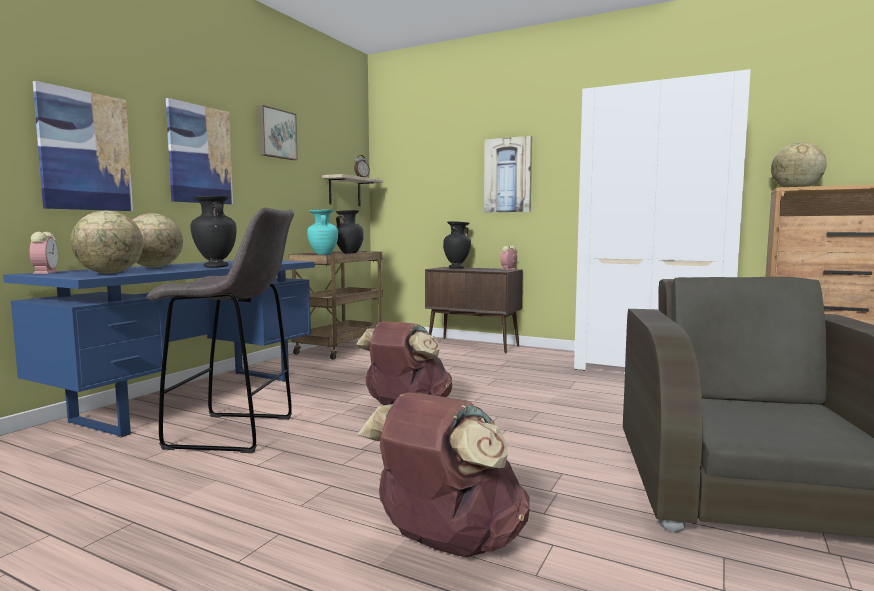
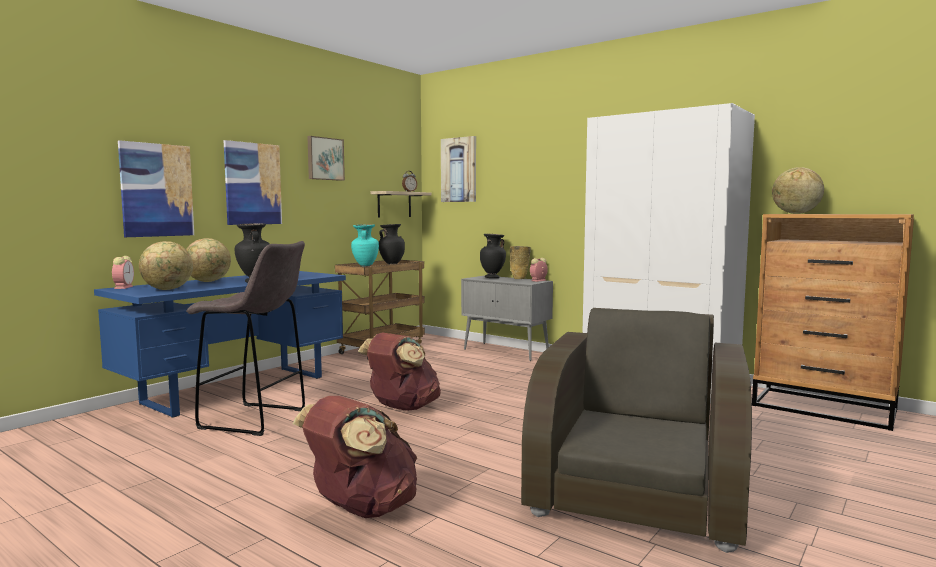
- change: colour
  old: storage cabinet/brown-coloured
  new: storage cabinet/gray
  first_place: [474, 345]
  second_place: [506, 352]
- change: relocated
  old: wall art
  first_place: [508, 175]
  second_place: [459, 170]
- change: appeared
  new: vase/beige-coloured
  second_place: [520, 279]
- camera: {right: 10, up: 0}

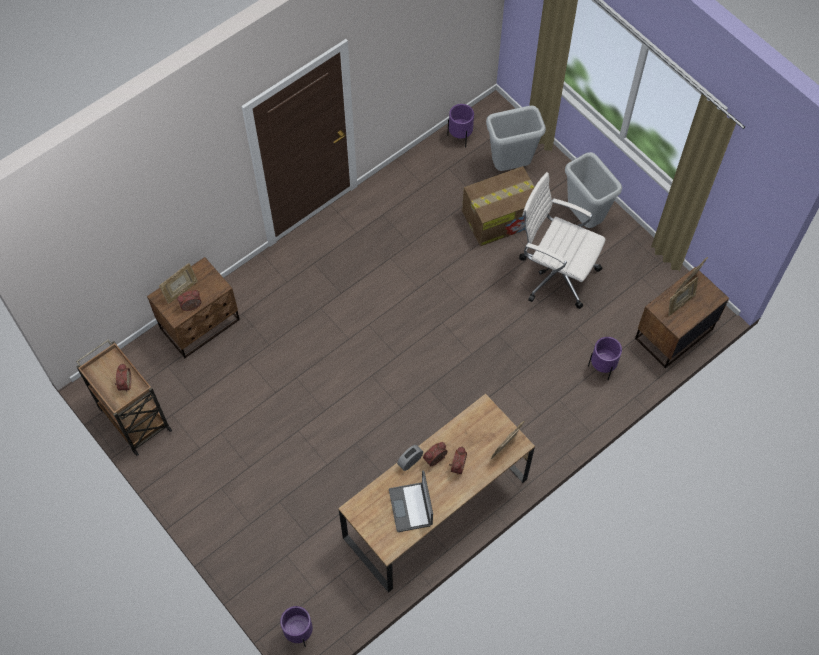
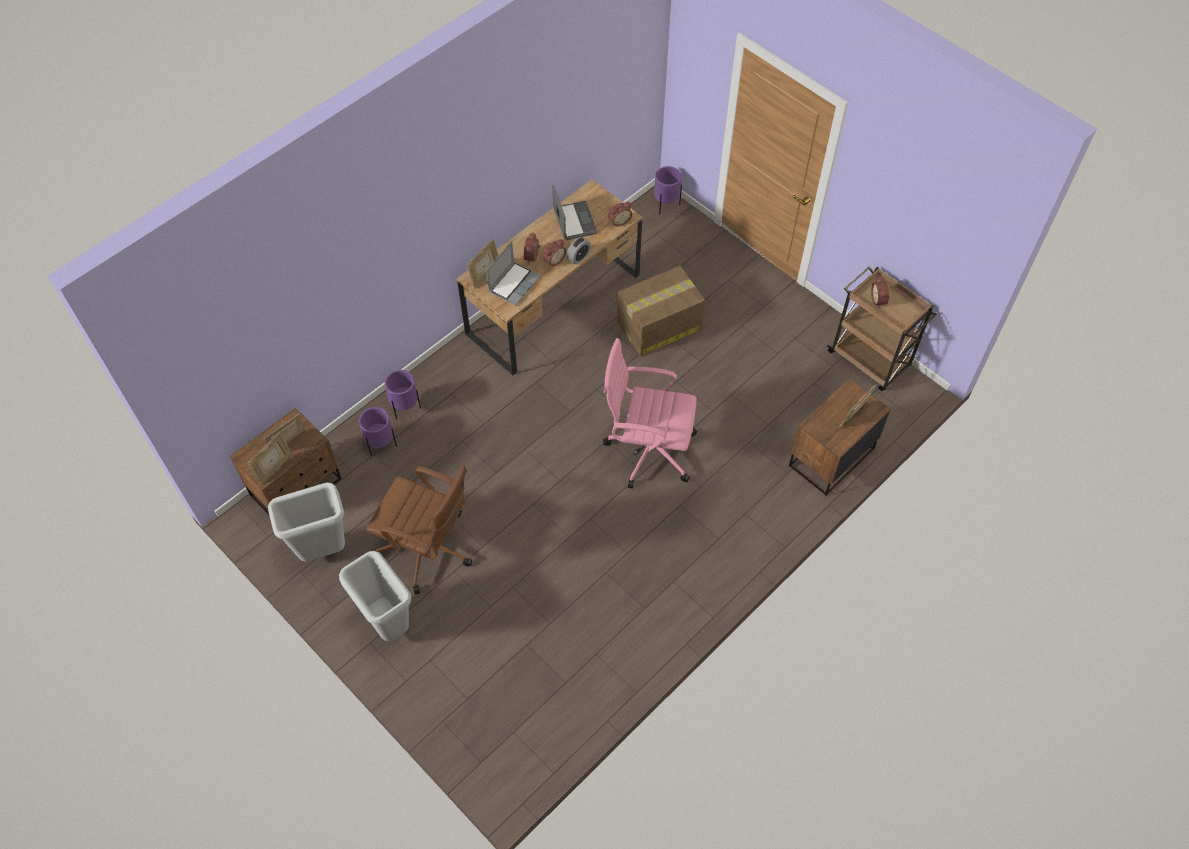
- change: relocated
  old: table clock
  first_place: [191, 307]
  second_place: [619, 221]
- change: relocated
  old: flower pot/purple-coloured
  first_place: [460, 138]
  second_place: [405, 408]
- change: relocated
  old: cardboard box
  first_place: [501, 217]
  second_place: [658, 326]
- change: relocated
  old: waste bin/gray
  first_place: [510, 165]
  second_place: [323, 552]
- change: colour
  old: office chair/white-coloured
  new: office chair/brown-coloured
  first_place: [555, 273]
  second_place: [428, 549]
- change: appeared
  new: notebook computer
  second_place: [514, 284]
- change: appeared
  new: office chair/pink-coloured
  second_place: [648, 449]
- camera: {right: 175, up: -5}

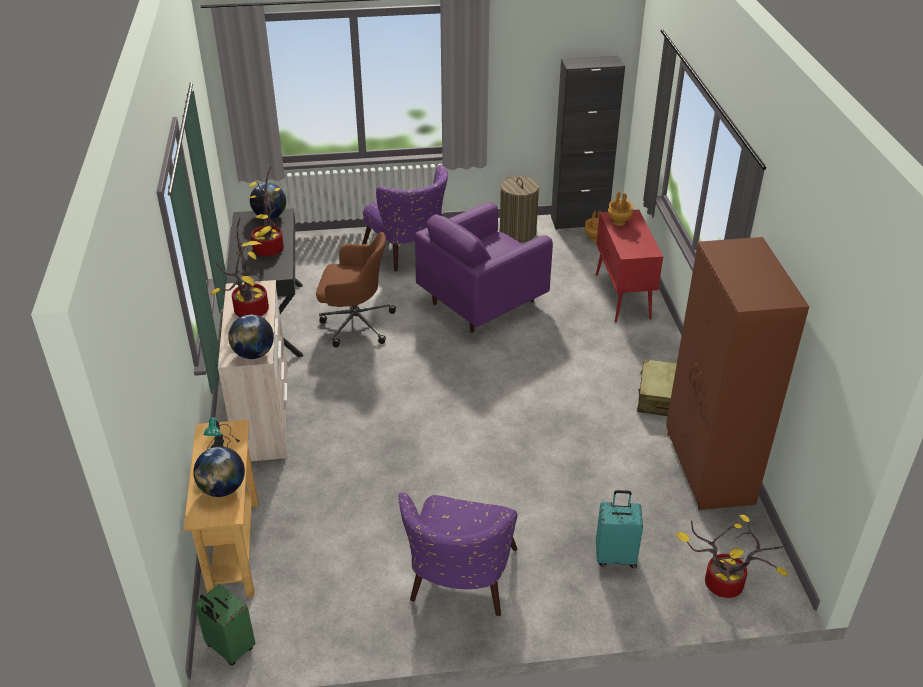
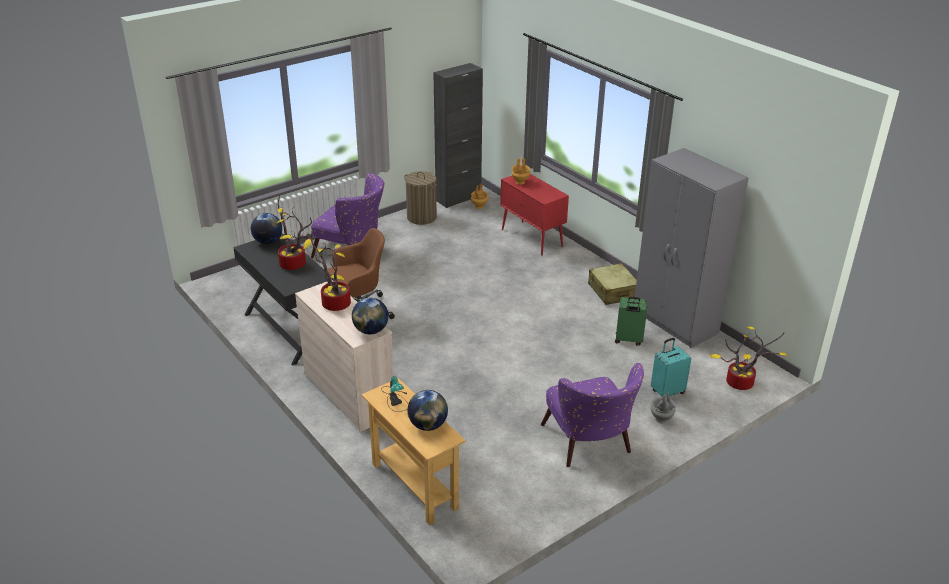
- change: relocated
  old: suitcase/green
  first_place: [229, 648]
  second_place: [628, 340]
- change: missing
  old: lounge chair/purple-coloured
  first_place: [482, 302]
- change: colour
  old: wardrobe/brown-coloured
  new: wardrobe/gray
  first_place: [708, 469]
  second_place: [675, 323]
- change: appeared
  new: vase/gray
  second_place: [661, 419]
- camera: {right: -30, up: -5}

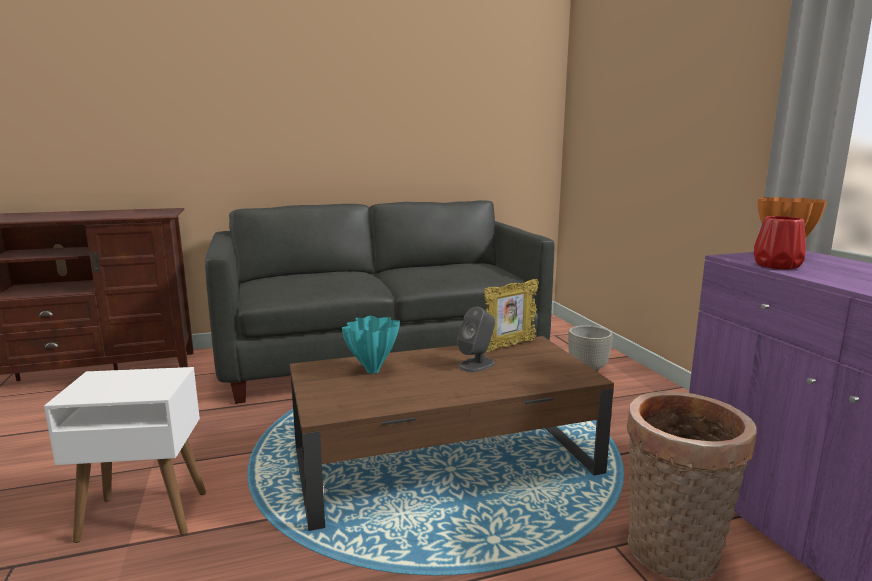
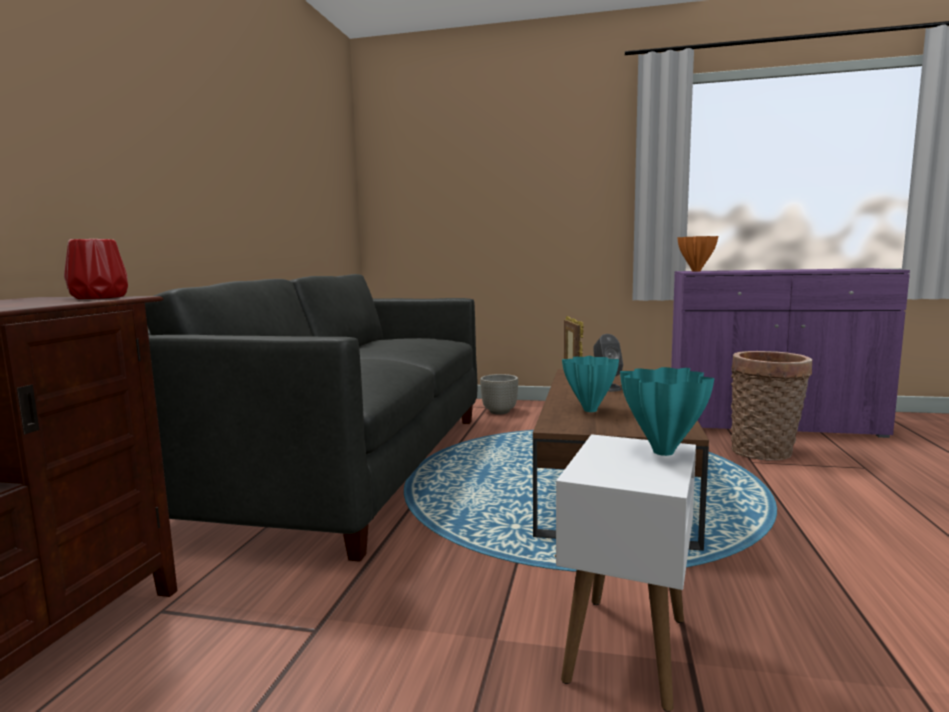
- change: relocated
  old: vase/red-coloured
  first_place: [777, 265]
  second_place: [100, 297]
- change: appeared
  new: vase/turquoise
  second_place: [662, 452]
- camera: {right: -60, up: -5}

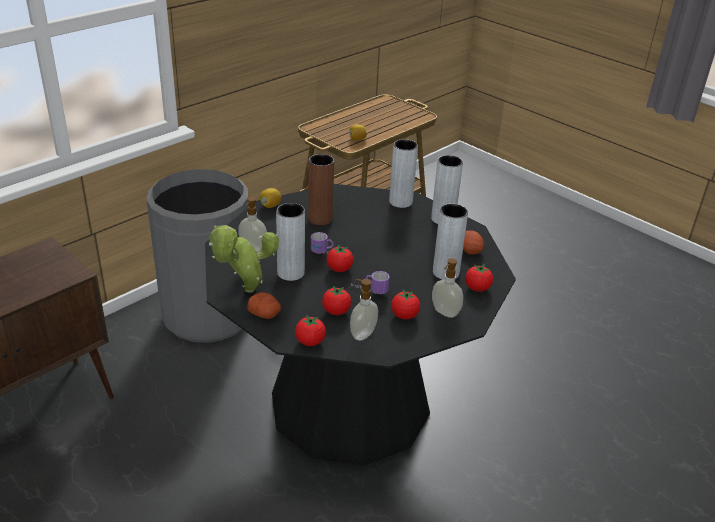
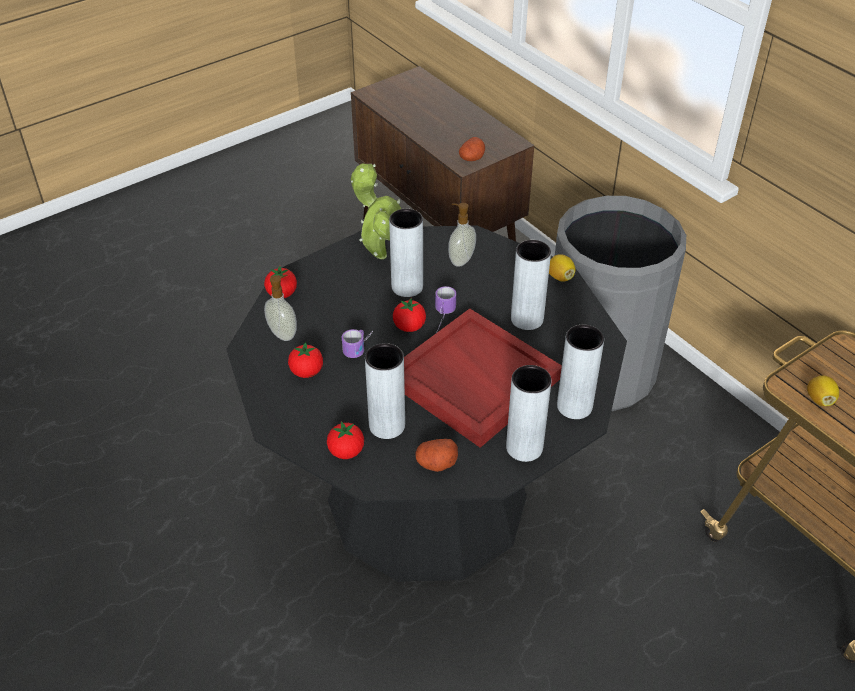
- change: relocated
  old: potato
  first_place: [265, 314]
  second_place: [472, 158]
- change: colour
  old: vase/brown-coloured
  new: vase/gray
  first_place: [320, 219]
  second_place: [527, 319]
- change: missing
  old: tomato
  first_place: [336, 311]
- change: missing
  old: liquid soap bottle
  first_place: [444, 313]
- change: appeared
  new: tray/red-coloured
  second_place: [472, 380]
- camera: {right: 100, up: 10}

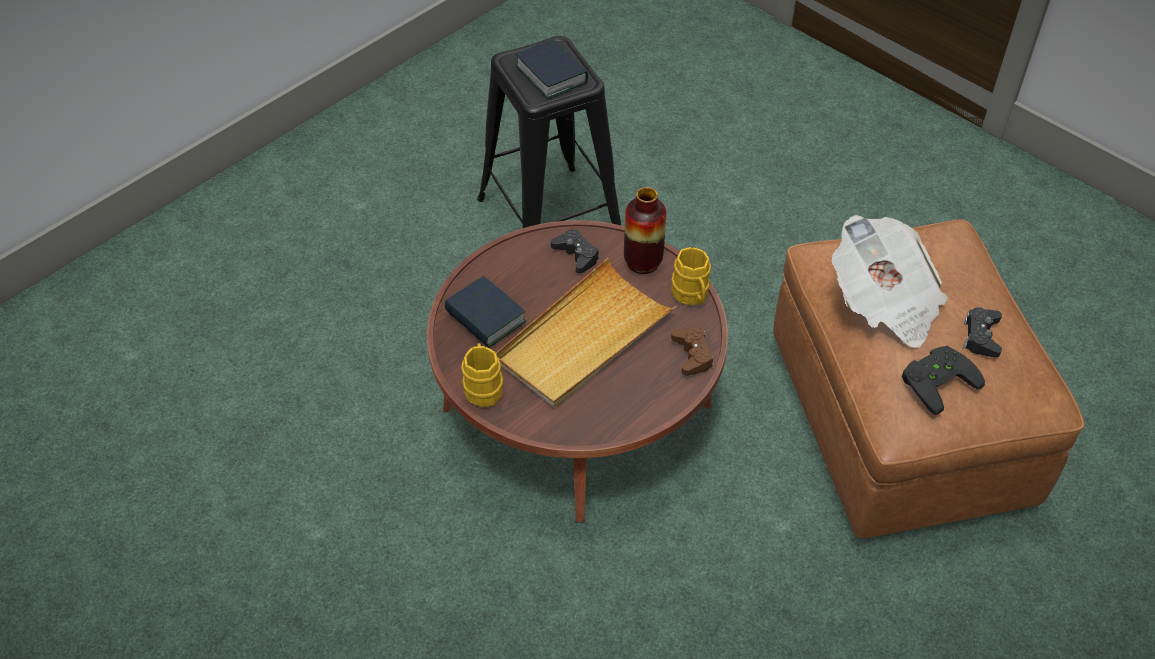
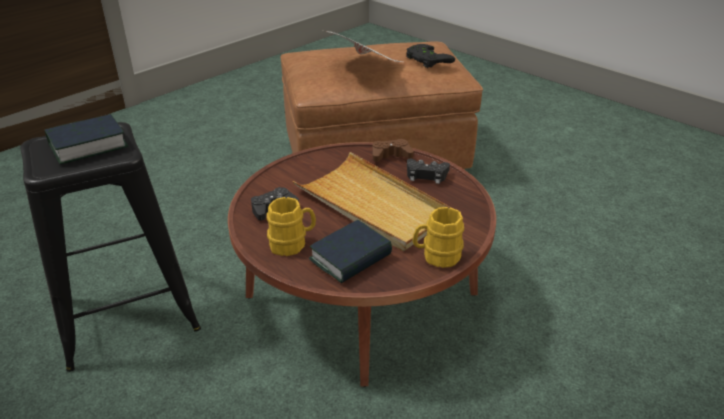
- change: missing
  old: vase
  first_place: [643, 262]
- change: relocated
  old: tea mug/yellowish
  first_place: [691, 296]
  second_place: [292, 244]
- change: relocated
  old: game controller/black
  first_place: [981, 336]
  second_place: [426, 175]
- camera: {right: -90, up: -15}

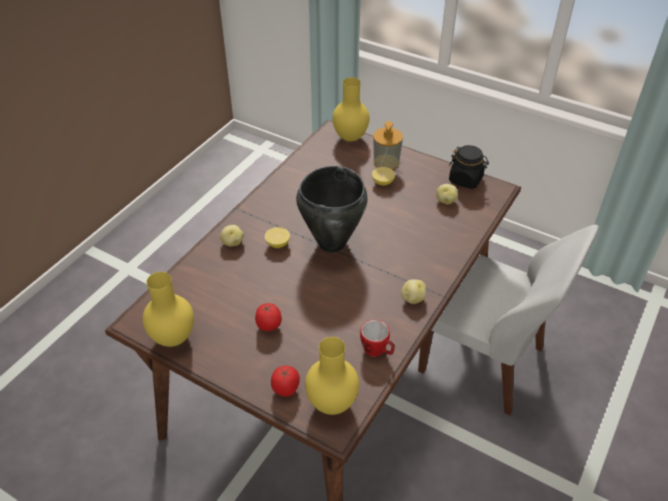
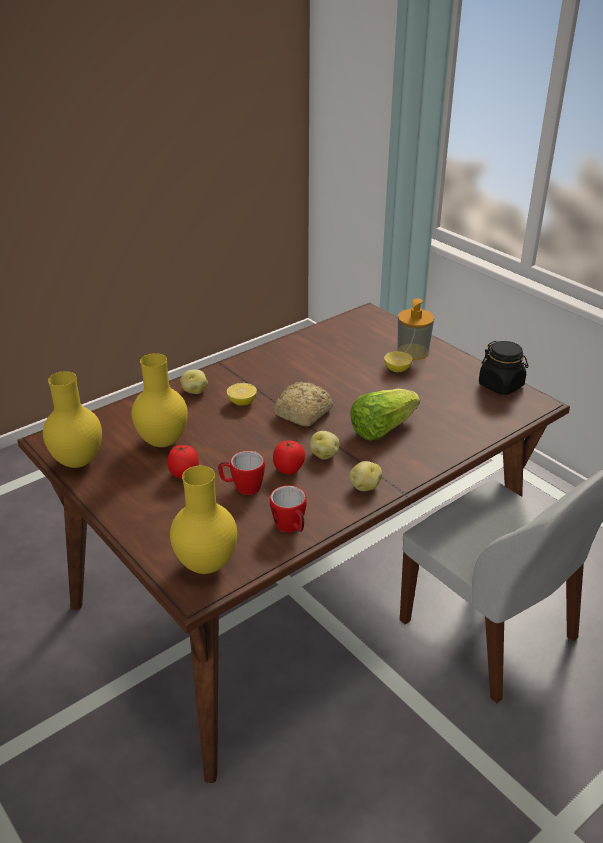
- change: relocated
  old: tomato
  first_place: [286, 389]
  second_place: [289, 470]
- change: exchanged
  old: stockpot/black
  new: bread
  first_place: [331, 243]
  second_place: [302, 414]
- change: relocated
  old: vase/yellowish
  first_place: [349, 138]
  second_place: [161, 442]
- change: relocated
  old: potato
  first_place: [446, 200]
  second_place: [324, 454]
- change: appeared
  new: tea mug
  second_place: [242, 487]
- change: appeared
  new: head of lettuce
  second_place: [381, 429]
- camera: {right: 20, up: -10}

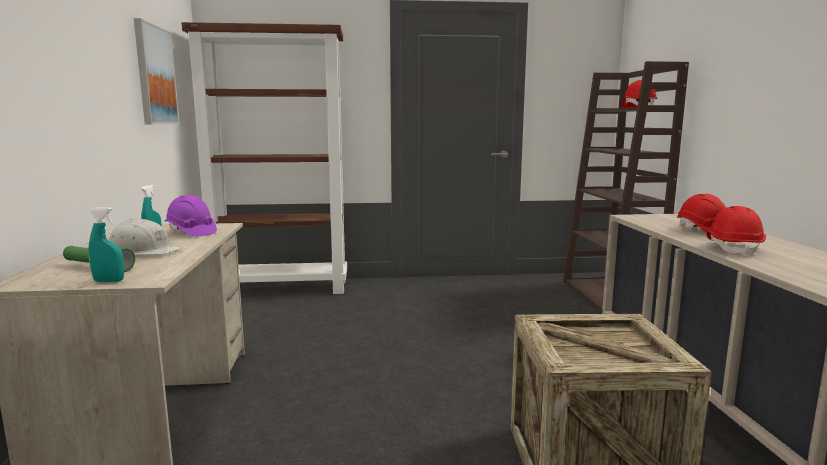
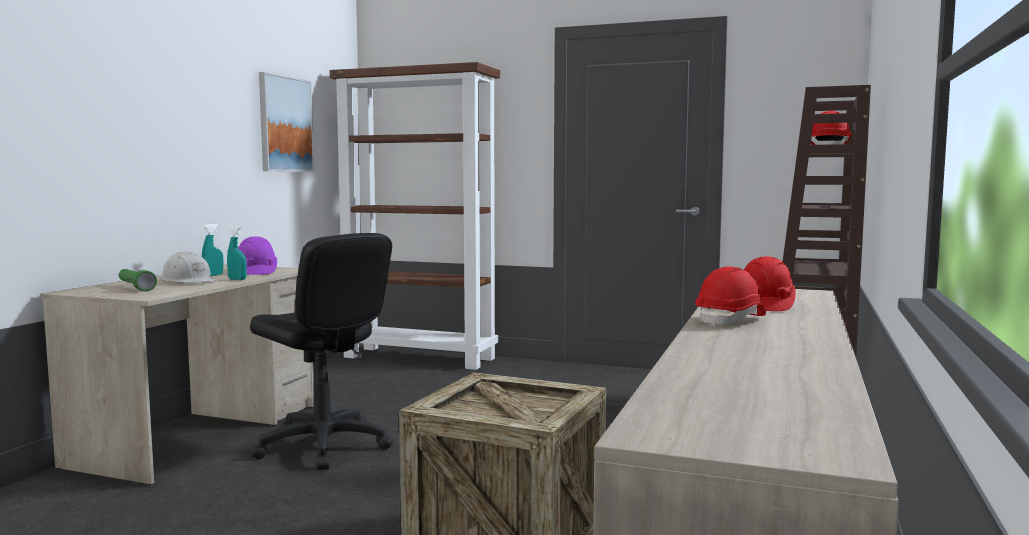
- change: relocated
  old: sprayer/turquoise
  first_place: [109, 281]
  second_place: [237, 279]
- change: appeared
  new: office chair/black
  second_place: [323, 446]
- camera: {right: 25, up: -5}

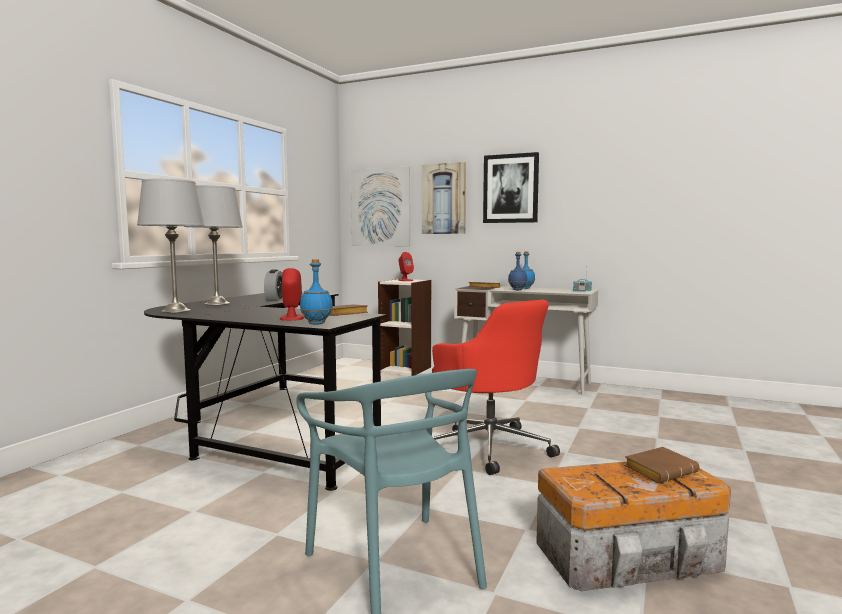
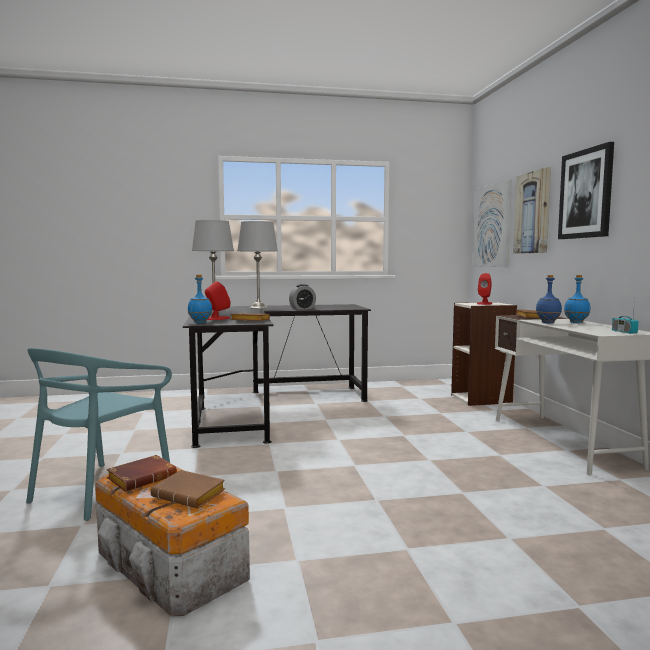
- change: missing
  old: office chair/red-coloured
  first_place: [490, 447]
- change: appeared
  new: bound book/brown-coloured
  second_place: [143, 477]
- camera: {right: 55, up: 0}

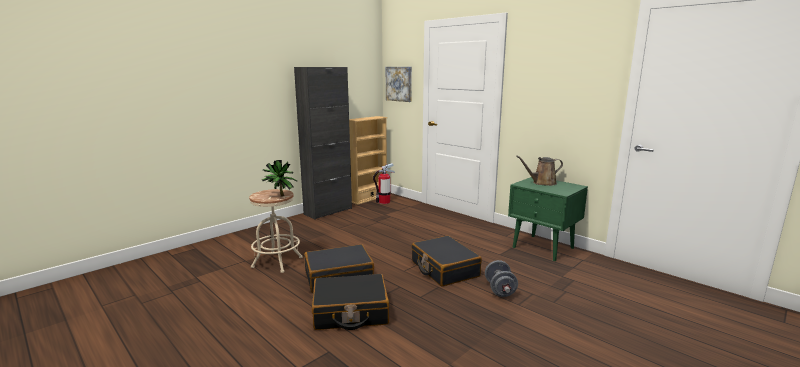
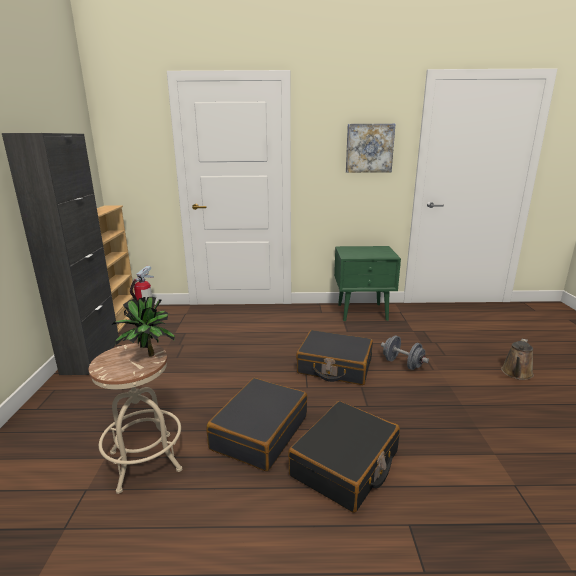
- change: relocated
  old: wall art
  first_place: [399, 84]
  second_place: [369, 148]
- change: relocated
  old: sprinkling can/brown-coloured
  first_place: [542, 183]
  second_place: [516, 373]
- camera: {right: -45, up: 5}

